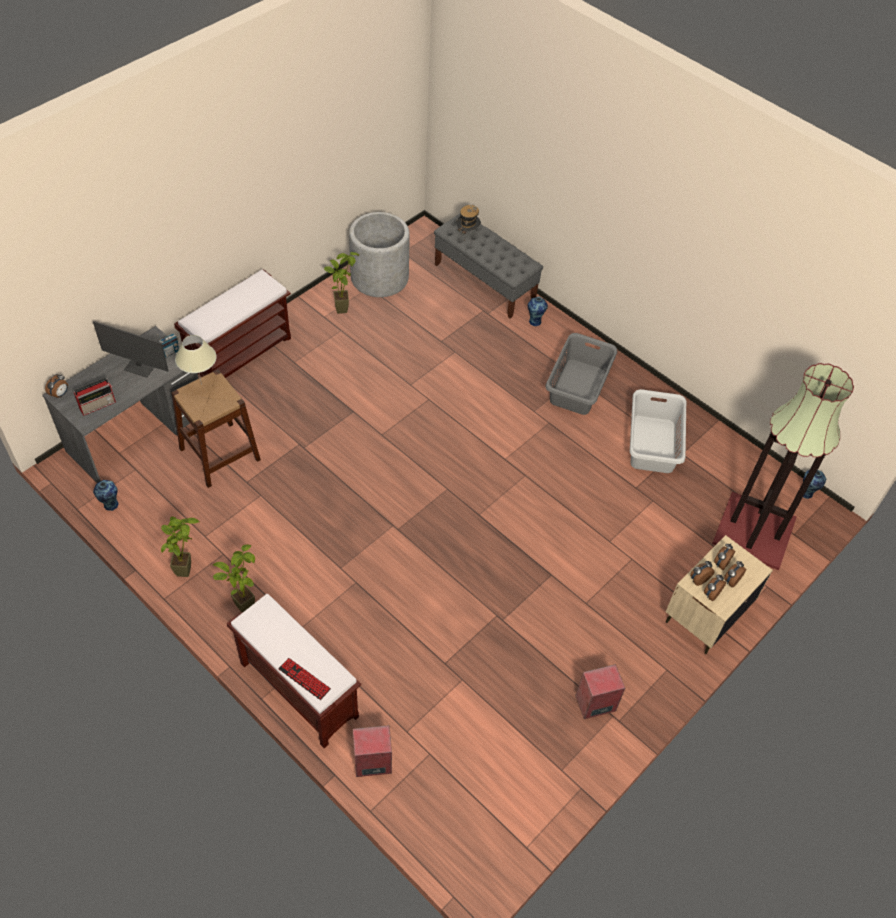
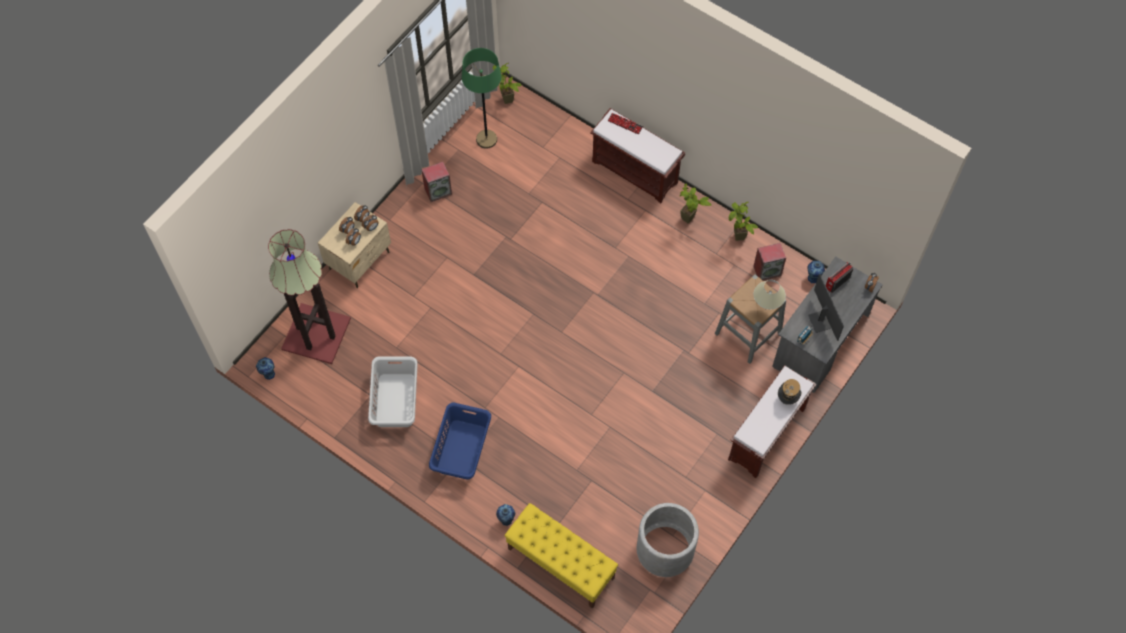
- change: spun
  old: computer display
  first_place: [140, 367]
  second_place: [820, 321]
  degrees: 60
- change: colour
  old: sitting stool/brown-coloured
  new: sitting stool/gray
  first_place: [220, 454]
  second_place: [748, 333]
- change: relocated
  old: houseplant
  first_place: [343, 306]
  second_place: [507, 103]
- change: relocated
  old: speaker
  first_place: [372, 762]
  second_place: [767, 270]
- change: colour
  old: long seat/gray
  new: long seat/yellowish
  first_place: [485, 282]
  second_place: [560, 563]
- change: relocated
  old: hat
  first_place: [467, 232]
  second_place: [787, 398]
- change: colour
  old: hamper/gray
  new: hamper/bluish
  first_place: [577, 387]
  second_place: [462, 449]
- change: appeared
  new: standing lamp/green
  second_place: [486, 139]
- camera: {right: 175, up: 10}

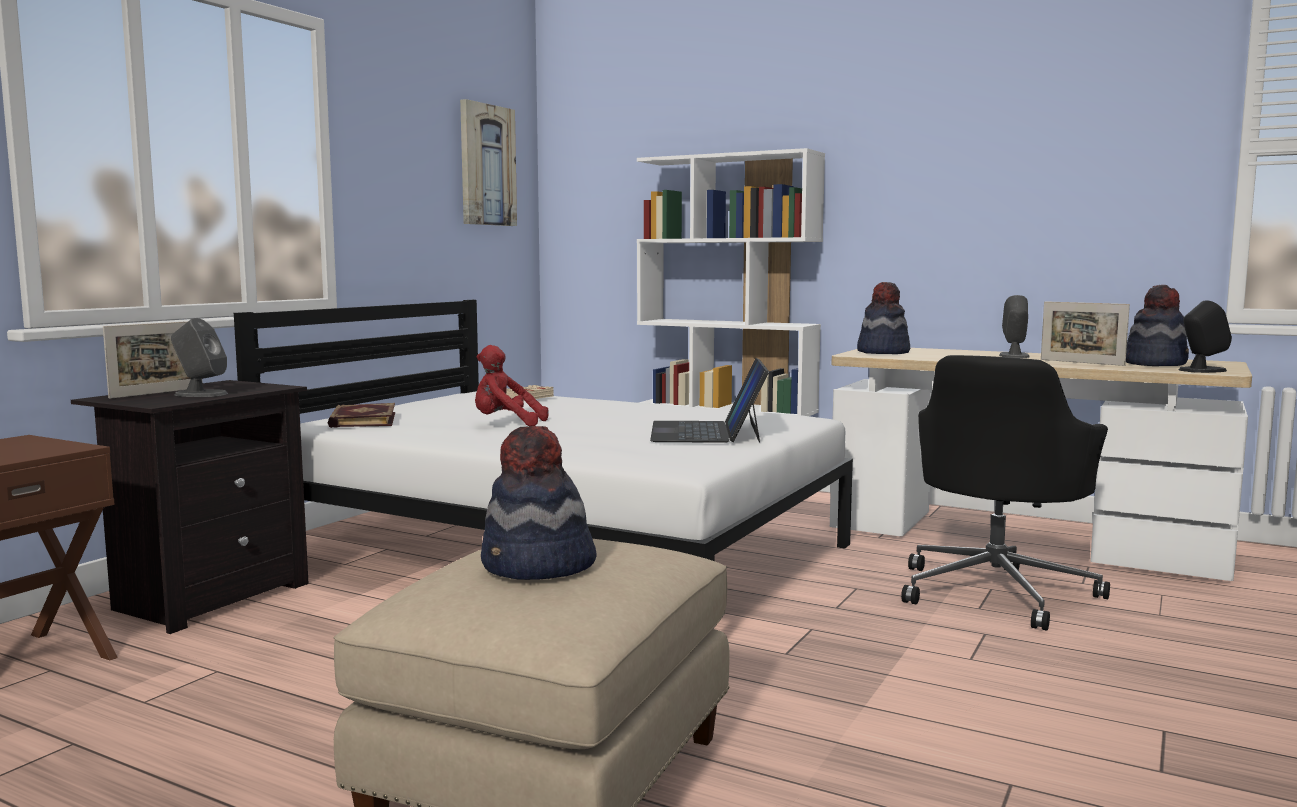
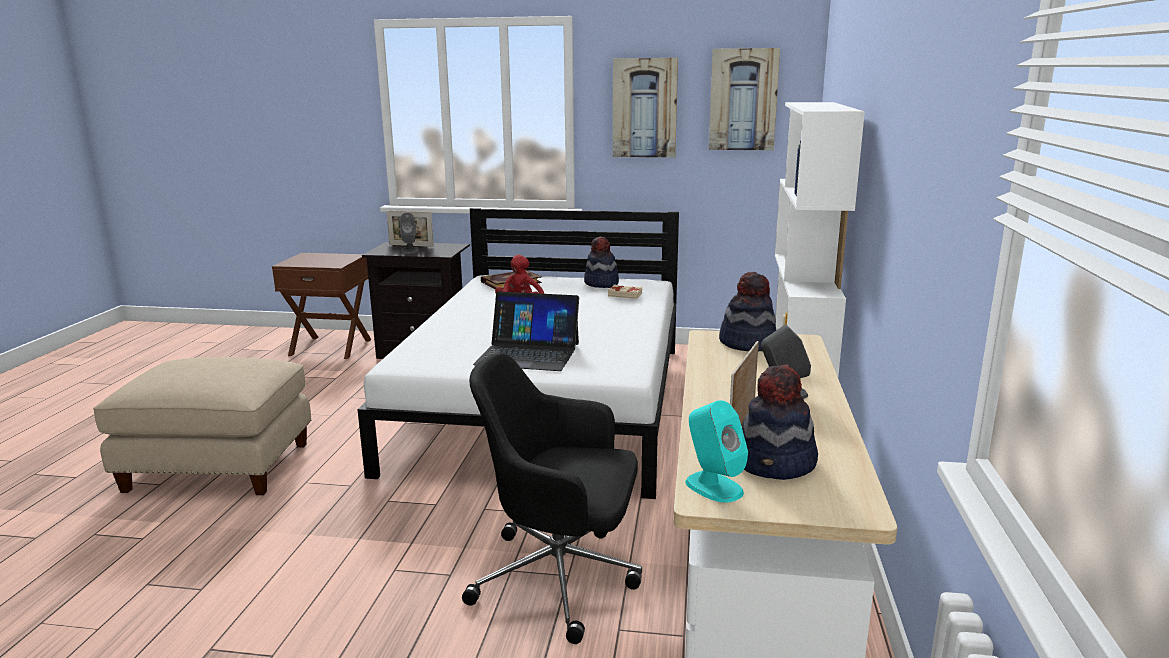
- change: relocated
  old: hat
  first_place: [537, 567]
  second_place: [601, 284]
- change: spun
  old: notebook computer
  first_place: [707, 432]
  second_place: [528, 354]
  degrees: -150
- change: colour
  old: speaker/black
  new: speaker/turquoise
  first_place: [1202, 370]
  second_place: [713, 486]
- change: appeared
  new: wall art
  second_place: [644, 108]
- camera: {right: 70, up: 10}

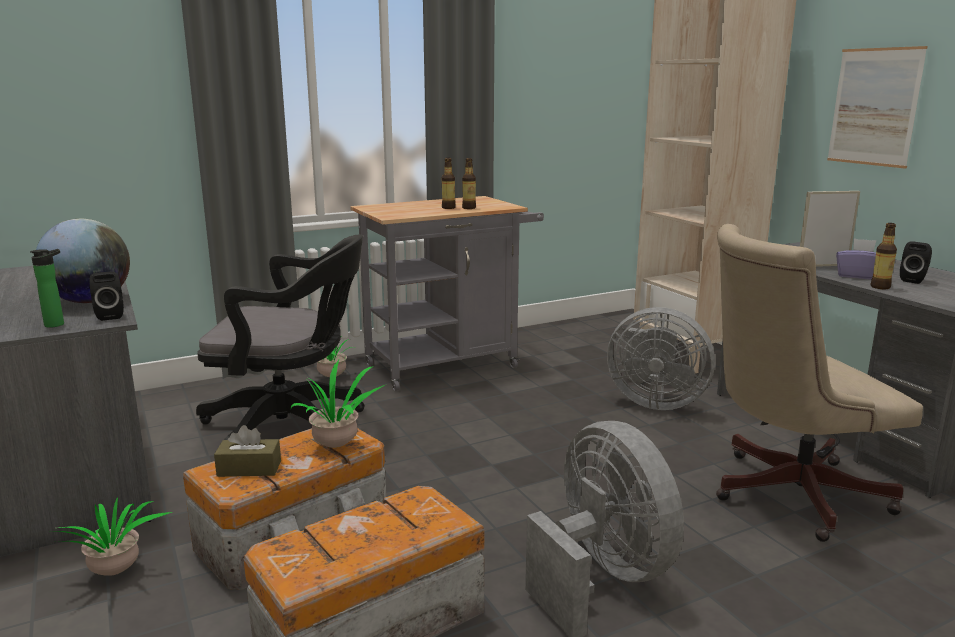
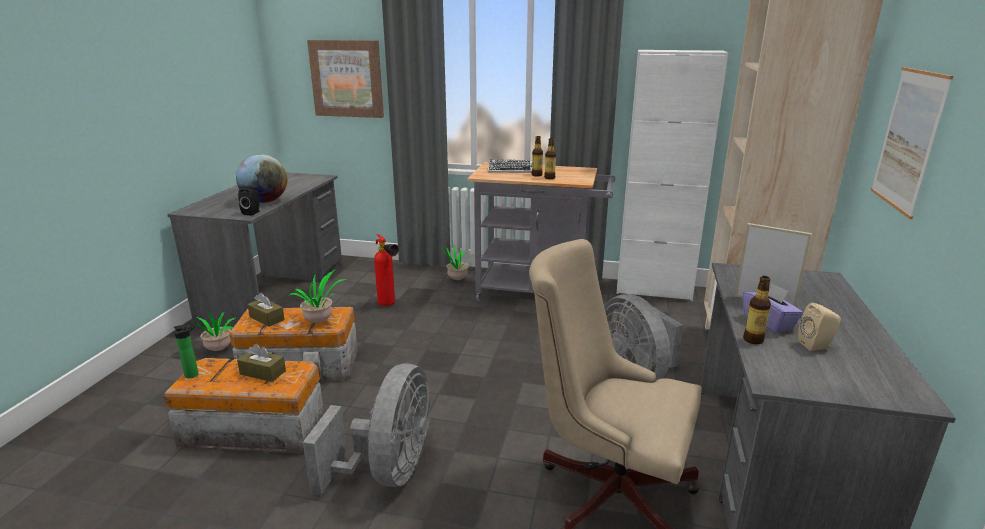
- change: relocated
  old: beverage bottle
  first_place: [57, 324]
  second_place: [193, 375]
- change: exchanged
  old: office chair/black
  new: fire-fighting cylinder
  first_place: [292, 428]
  second_place: [389, 305]
- change: colour
  old: speaker/black
  new: speaker/beige-coloured
  first_place: [913, 280]
  second_place: [817, 345]
- change: appeared
  new: tissue holder/brown-coloured
  second_place: [263, 372]
- change: appeared
  new: wall art
  second_place: [347, 78]
- change: appeared
  new: computer keyboard
  second_place: [514, 170]
- change: appeared
  new: storage cabinet/white-coloured
  second_place: [653, 290]
- camera: {right: 40, up: 5}

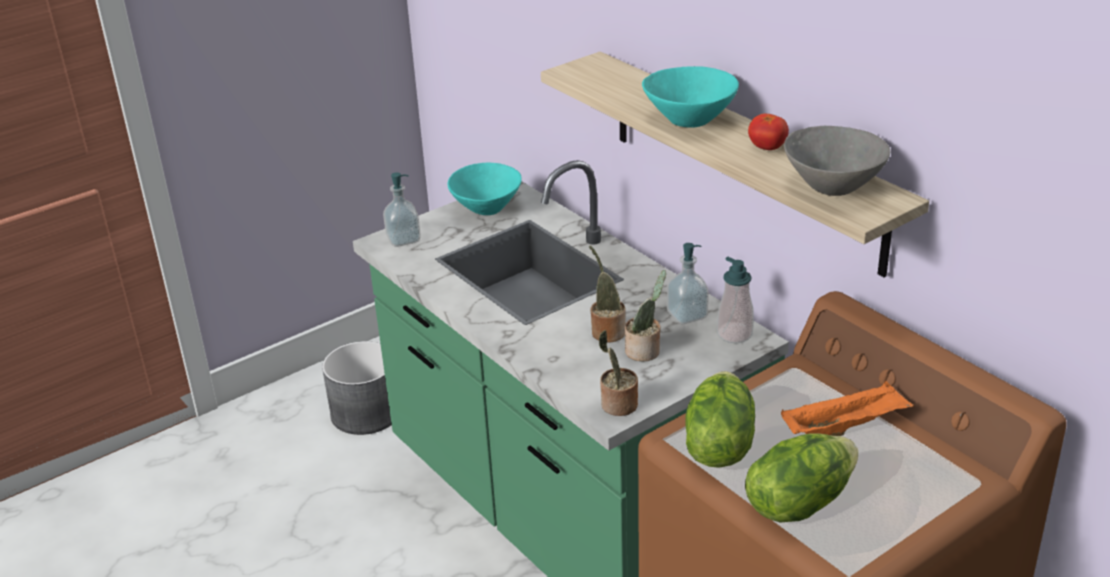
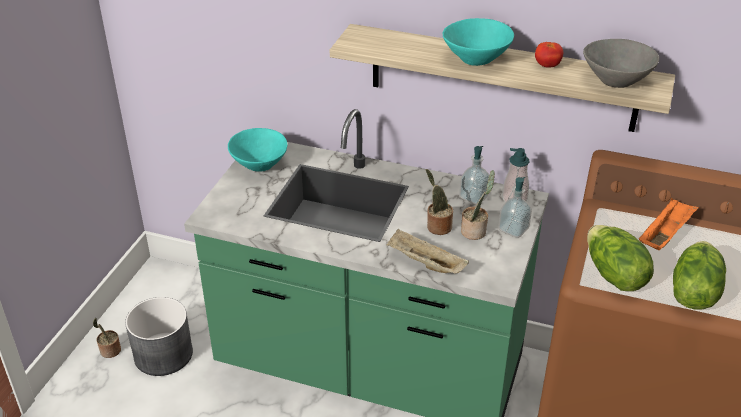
- change: relocated
  old: liquid soap bottle
  first_place: [403, 239]
  second_place: [513, 229]
- change: relocated
  old: houseplant
  first_place: [617, 406]
  second_place: [109, 351]
- change: appeared
  new: tray/beige-coloured
  second_place: [424, 263]
- camera: {right: -35, up: 5}

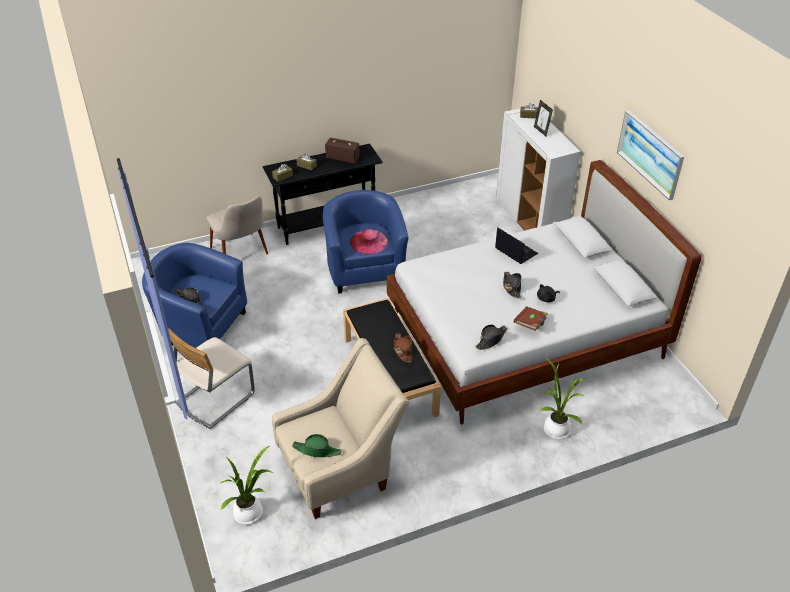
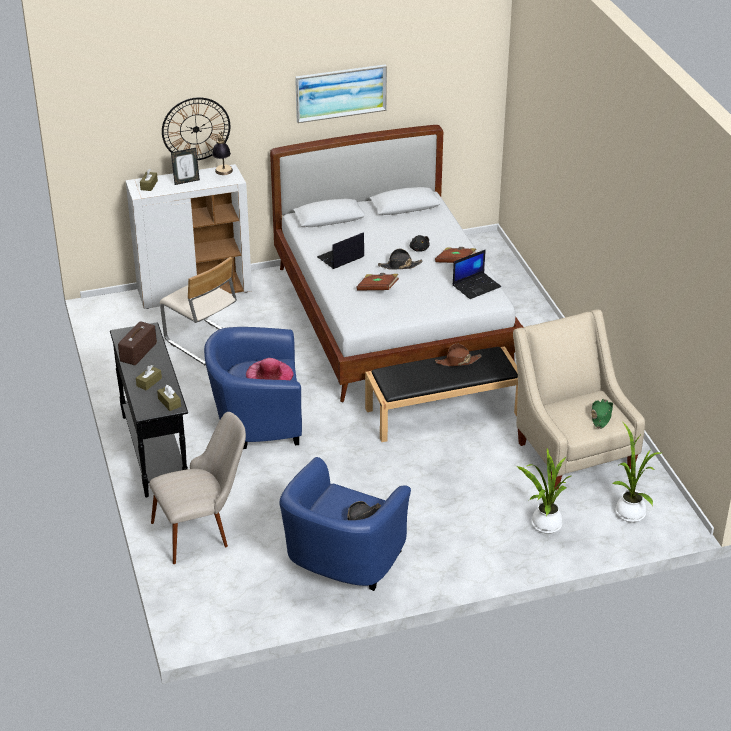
- change: relocated
  old: plain chair/beige-coloured
  first_place: [215, 398]
  second_place: [203, 342]
- change: exchanged
  old: hat/black
  new: notebook computer
  first_place: [491, 339]
  second_place: [476, 286]
- change: relocated
  old: houseplant
  first_place: [555, 428]
  second_place: [544, 525]
- change: appeared
  new: clock on the wall
  second_place: [196, 129]
- change: appeared
  new: table lamp
  second_place: [223, 174]
- change: appeared
  new: bound book/brown-coloured
  second_place: [377, 288]
- camera: {right: -85, up: -5}

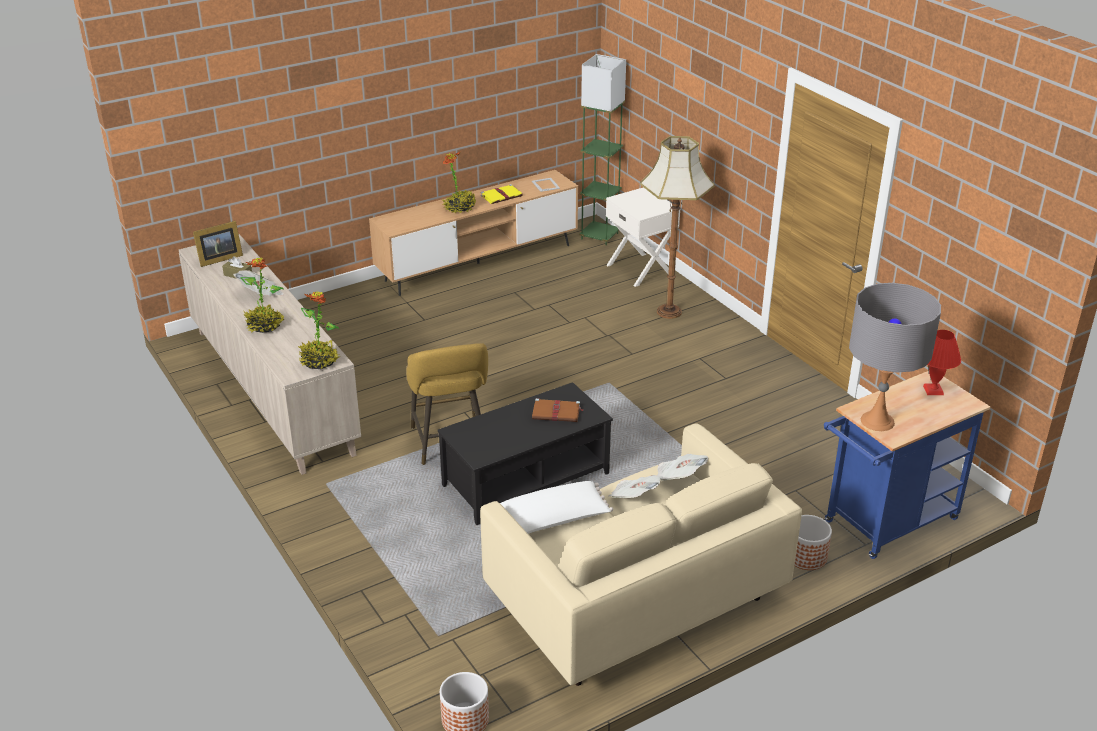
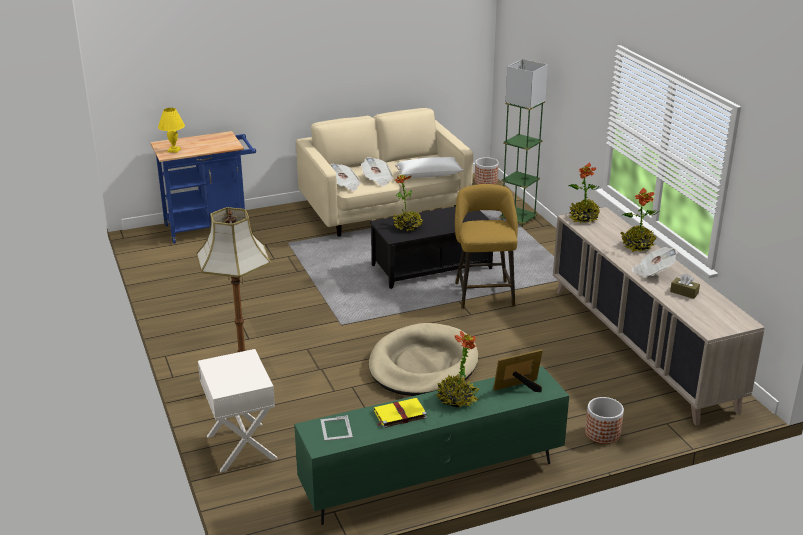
- change: relocated
  old: photo frame
  first_place: [218, 259]
  second_place: [519, 387]
- change: colour
  old: tv unit/brown-coloured
  new: tv unit/green
  first_place: [478, 263]
  second_place: [432, 479]
- change: exchanged
  old: bound book/brown-coloured
  new: houseplant
  first_place: [557, 412]
  second_place: [407, 226]
- change: relocated
  old: standing lamp/green
  first_place: [599, 236]
  second_place: [518, 220]
- change: relocated
  old: flower pot
  first_place: [806, 556]
  second_place: [602, 433]
- change: missing
  old: table lamp/gray
  first_place: [877, 421]
- change: colour
  old: table lamp/red-coloured
  new: table lamp/yellowish
  first_place: [933, 390]
  second_place: [174, 150]
- change: appeared
  new: pet bed/beige-coloured
  second_place: [423, 365]
- camera: {right: -170, up: -5}

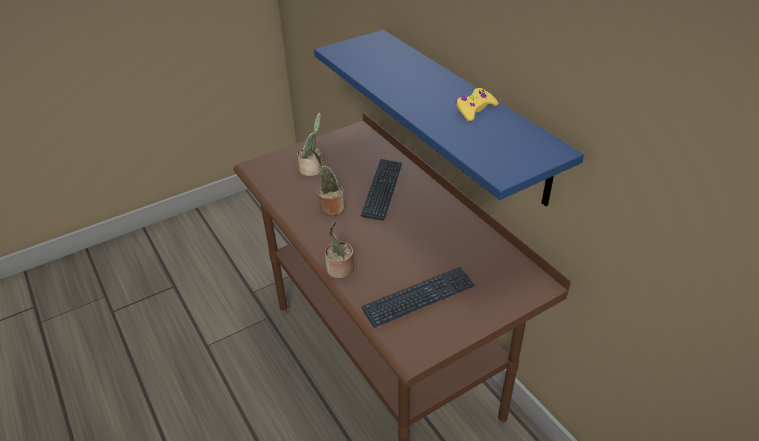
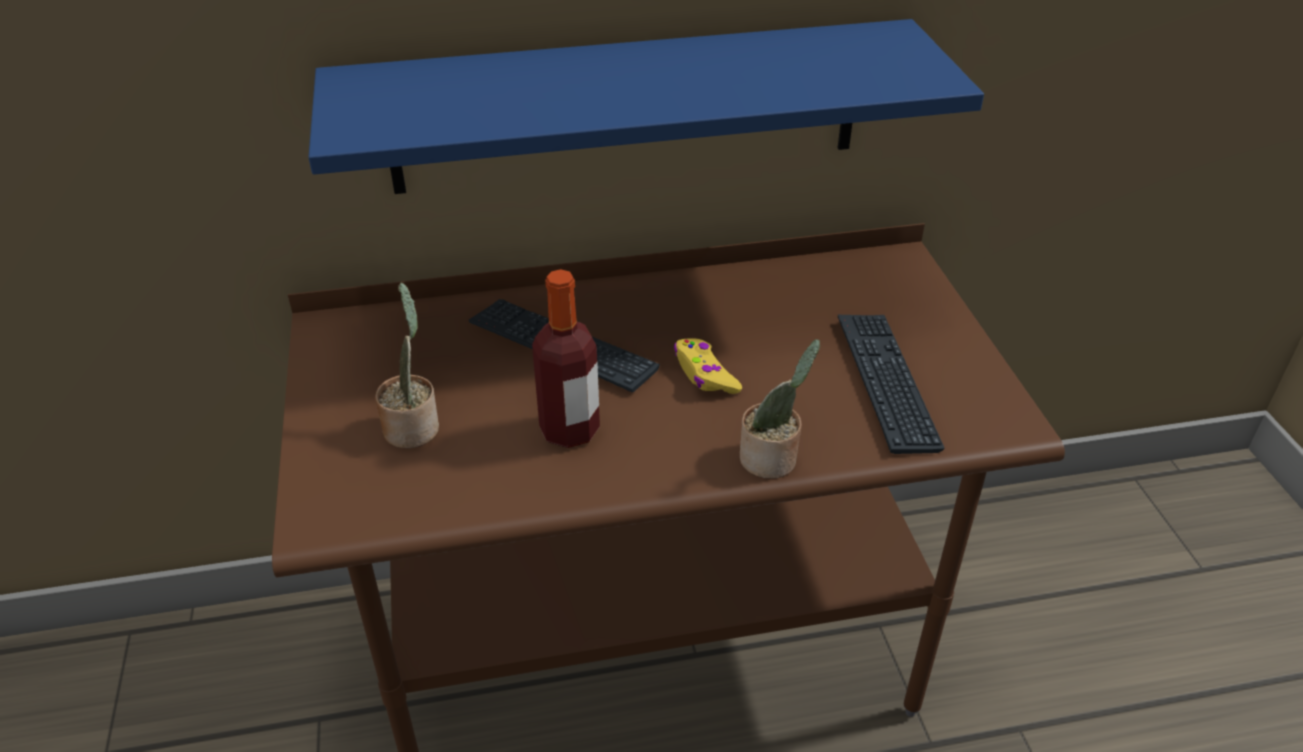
- change: exchanged
  old: houseplant
  new: beverage bottle
  first_place: [330, 207]
  second_place: [569, 430]
- change: relocated
  old: game controller/yellowish
  first_place: [474, 109]
  second_place: [705, 374]
- camera: {right: -70, up: 0}

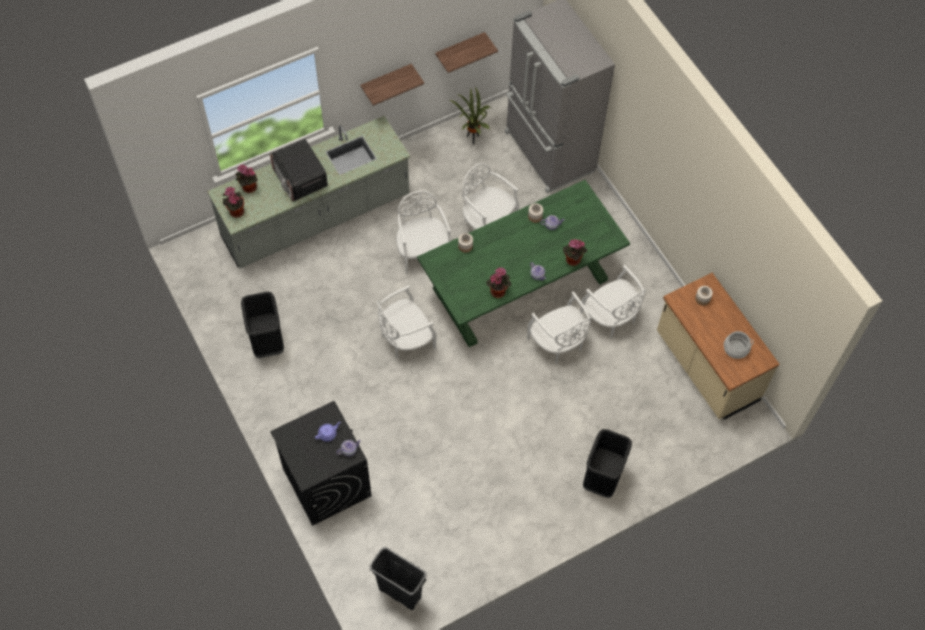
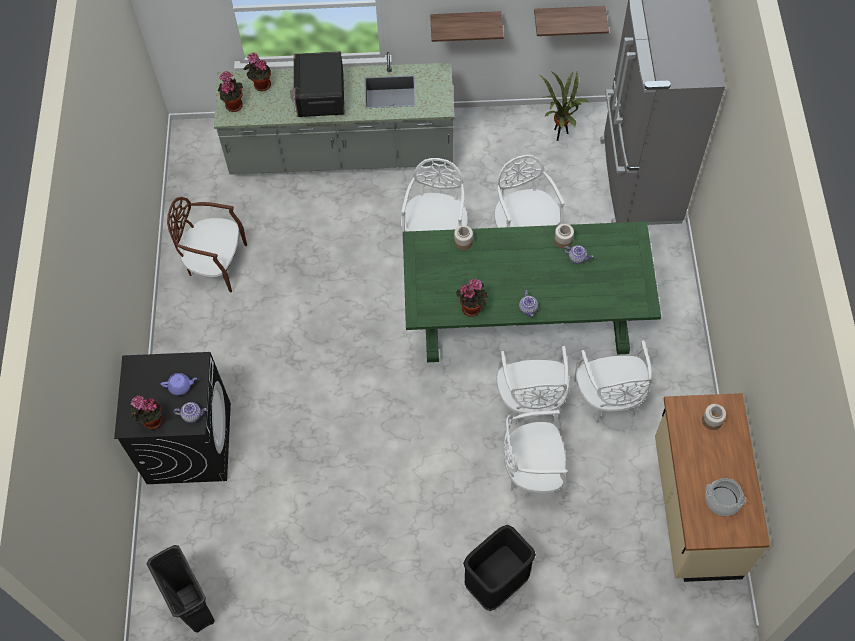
- change: exchanged
  old: waste bin/black
  new: plain chair/brown-coloured
  first_place: [267, 342]
  second_place: [216, 264]
- change: relocated
  old: plain chair/white-coloured
  first_place: [406, 339]
  second_place: [533, 470]
- change: relocated
  old: houseplant
  first_place: [572, 260]
  second_place: [151, 421]
- camera: {right: 30, up: 0}

